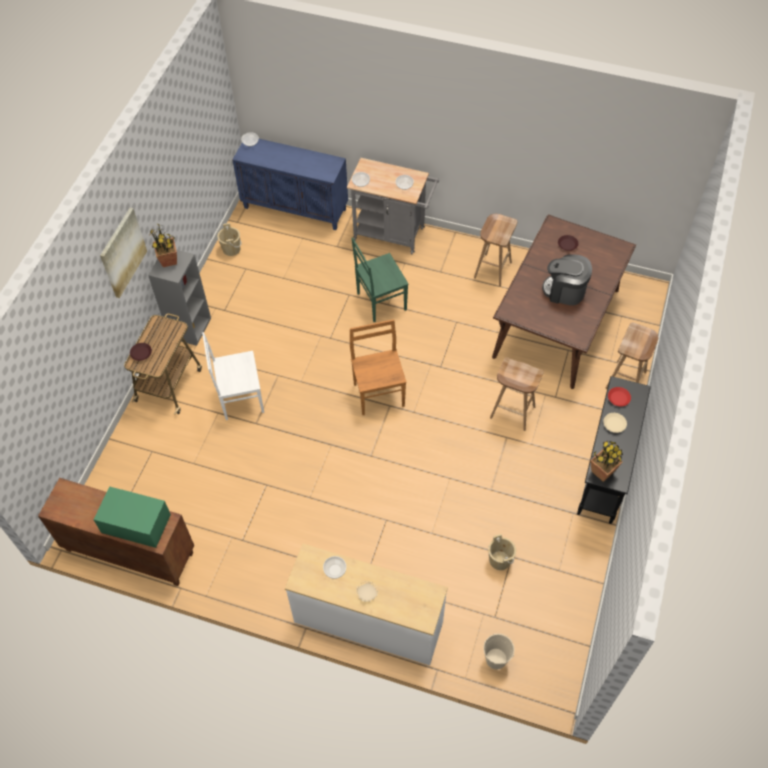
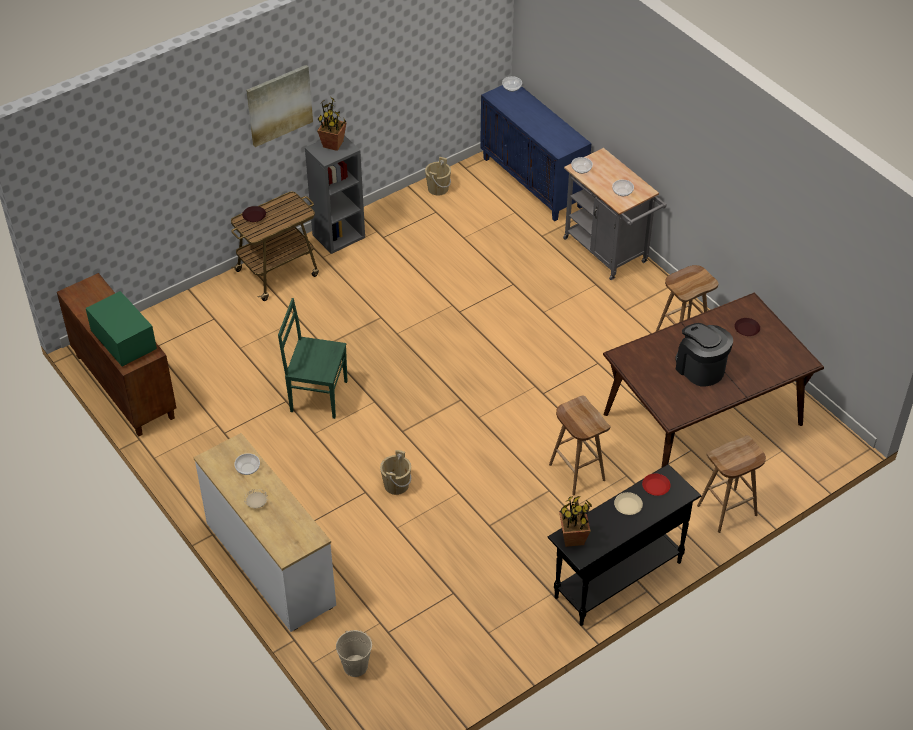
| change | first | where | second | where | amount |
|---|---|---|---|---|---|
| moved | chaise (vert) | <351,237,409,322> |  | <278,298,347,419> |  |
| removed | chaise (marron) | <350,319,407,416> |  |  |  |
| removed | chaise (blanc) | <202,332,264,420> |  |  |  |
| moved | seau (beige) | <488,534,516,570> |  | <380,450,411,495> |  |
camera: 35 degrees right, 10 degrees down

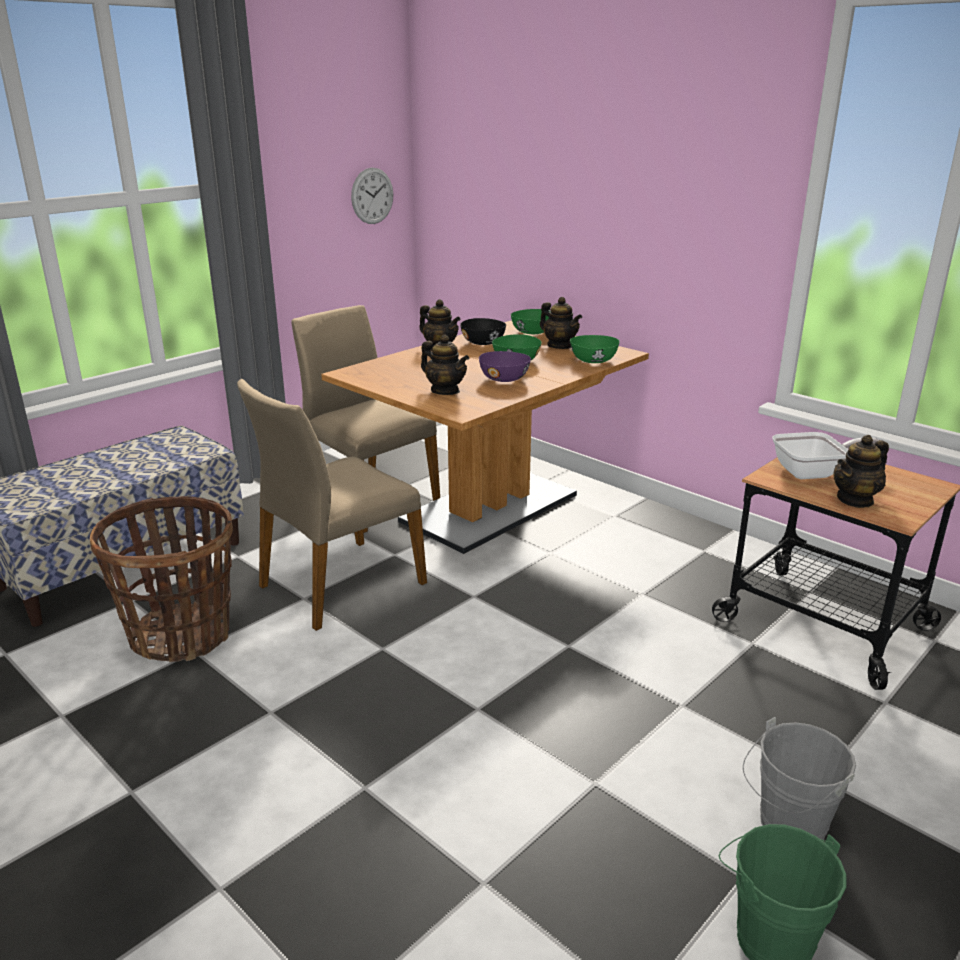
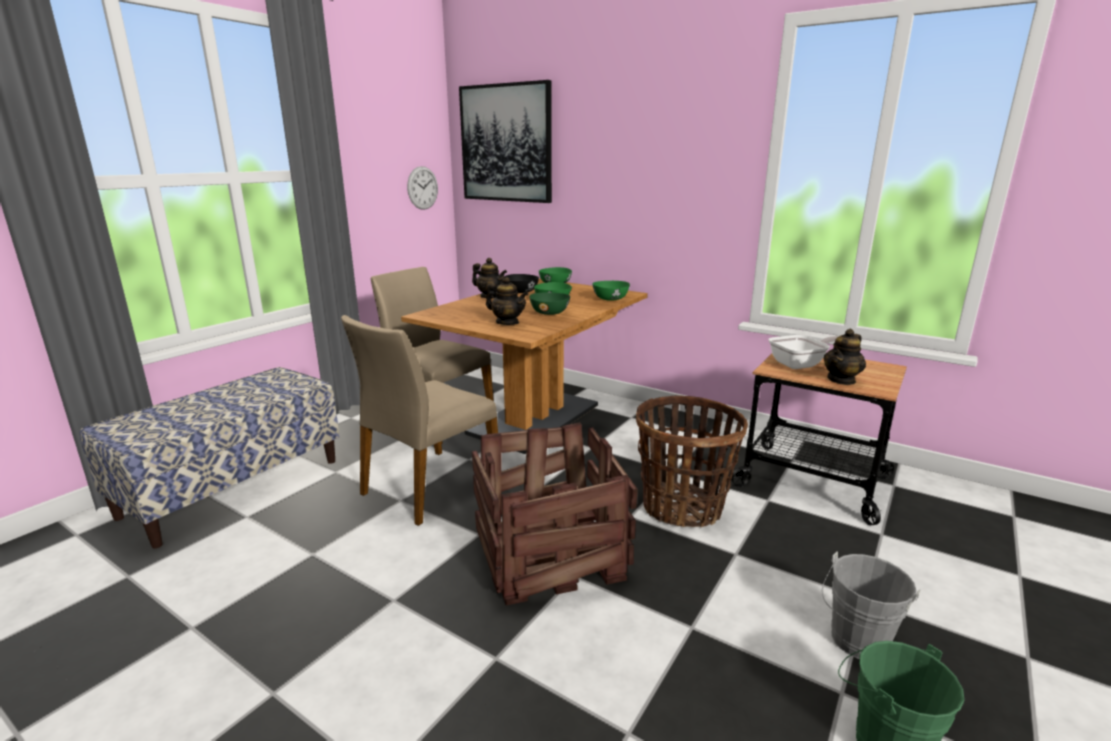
| change | first | where | second | where | amount |
|---|---|---|---|---|---|
| removed | théière | <540,297,582,349> |  |  |  |
| recoloured | bol (violet) | <479,351,531,382> | bol (vert) | <529,292,570,315> |  |
| moved | panier | <90,496,233,662> |  | <636,395,748,527> |  |
| added |  |  | tableau | <459,80,552,203> |  |
| added |  |  | caisse | <472,422,638,605> |  |
camera: 10 degrees left, 5 degrees down

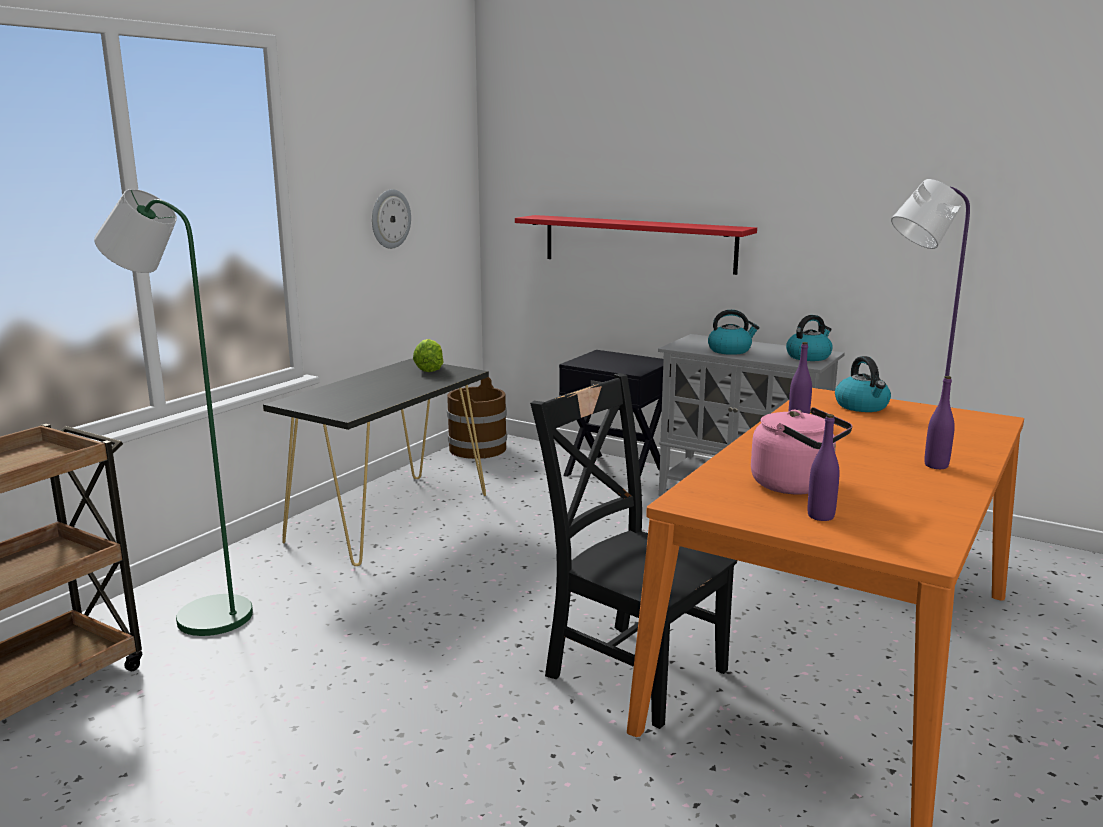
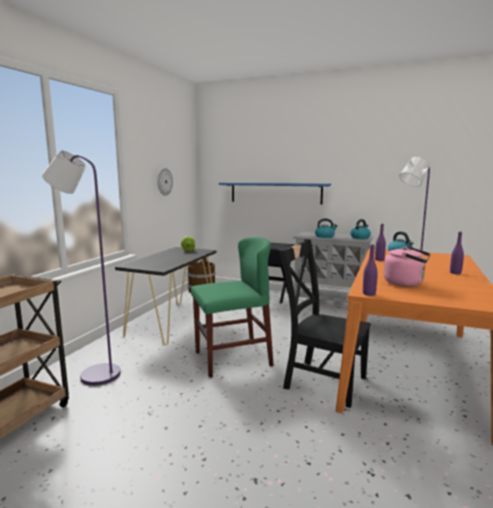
| change | first | where | second | where | amount |
|---|---|---|---|---|---|
| recoloured | lampadaire (vert) | <94,189,253,636> | lampadaire (violet) | <42,150,121,386> |  |
| recoloured | étagère (rouge) | <515,215,757,275> | étagère (bleu) | <219,182,331,205> |  |
| moved | bouteille (violet) | <808,414,840,521> |  | <363,244,378,296> |  |
| added |  |  | chaise (vert) | <191,237,274,378> |  |
camera: 10 degrees left, 5 degrees down

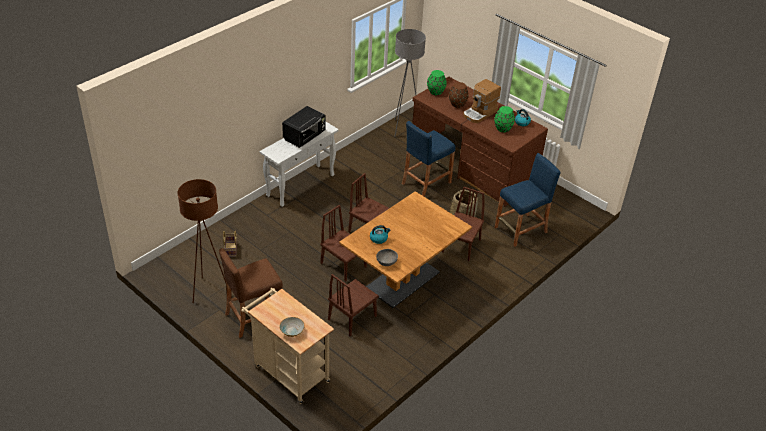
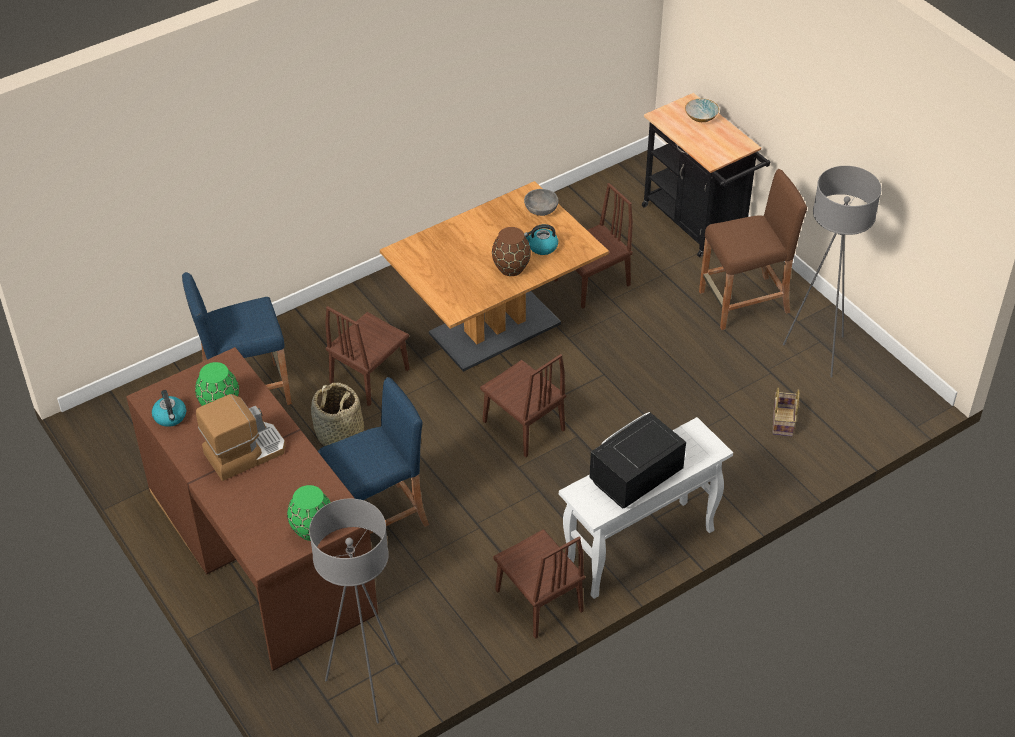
| change | first | where | second | where | amount |
|---|---|---|---|---|---|
| moved | vase (marron) | <449,82,469,108> |  | <492,227,531,276> |  |
| recoloured | lampadaire (marron) | <178,179,226,303> | lampadaire (gris) | <783,166,882,378> |  |
| moved | chaise (marron) | <320,205,367,282> |  | <493,529,585,639> |  |
| recoloured | chariot (beige) | <241,288,334,404> | chariot (noir) | <642,93,770,257> |  |
camera: 165 degrees left, 5 degrees up

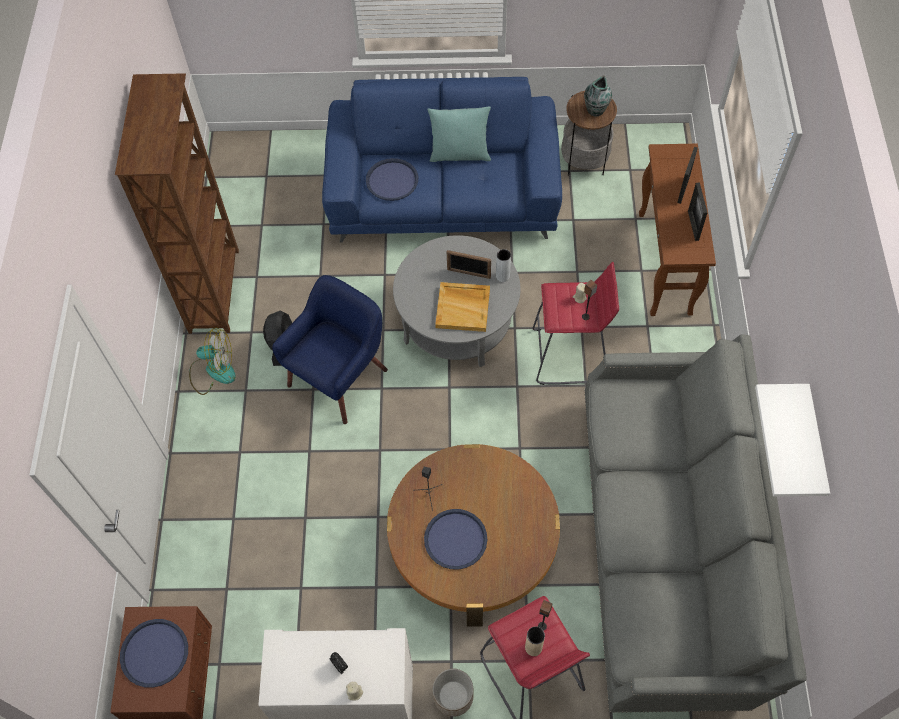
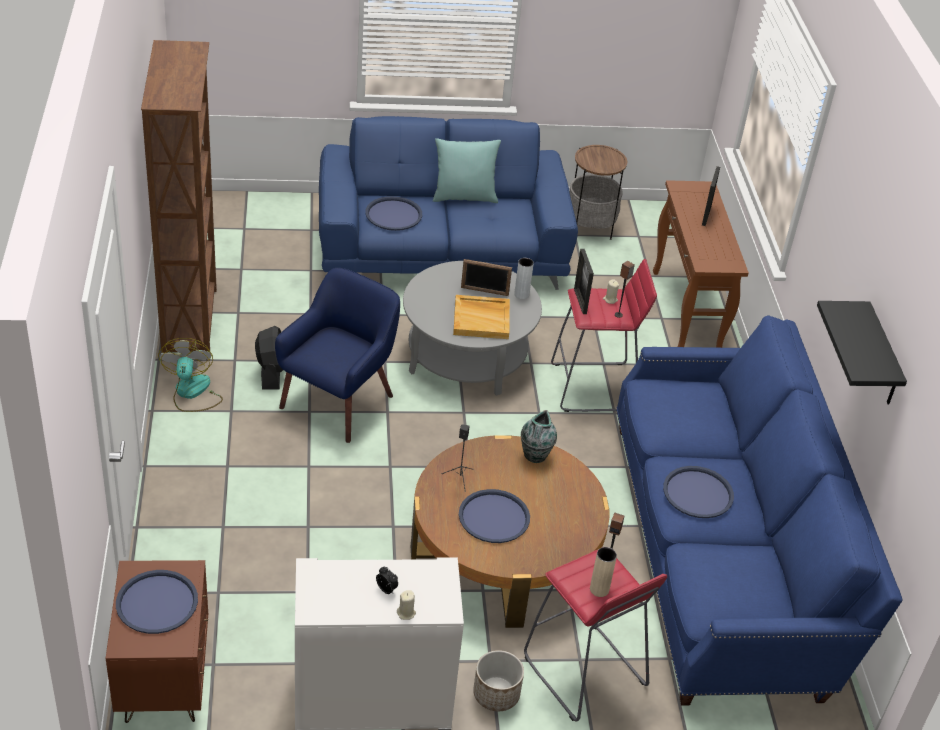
| change | first | where | second | where | amount |
|---|---|---|---|---|---|
| moved | vase | <584,75,612,117> |  | <521,410,557,463> |  |
| moved | cadre photo | <688,182,708,241> |  | <574,249,594,314> |  |
| turned | ventilateur | <189,328,236,395> |  | <158,338,223,412> | 90 degrees counterclockwise |
| recoloured | canapé (gris) | <584,334,807,713> | canapé (bleu) | <616,315,902,706> |  |
| recoloured | étagère (blanc) | <755,384,830,497> | étagère (noir) | <817,301,907,404> |  |
| added |  |  | plateau (bleu) | <663,466,734,518> |  |
camera: 10 degrees left, 20 degrees down

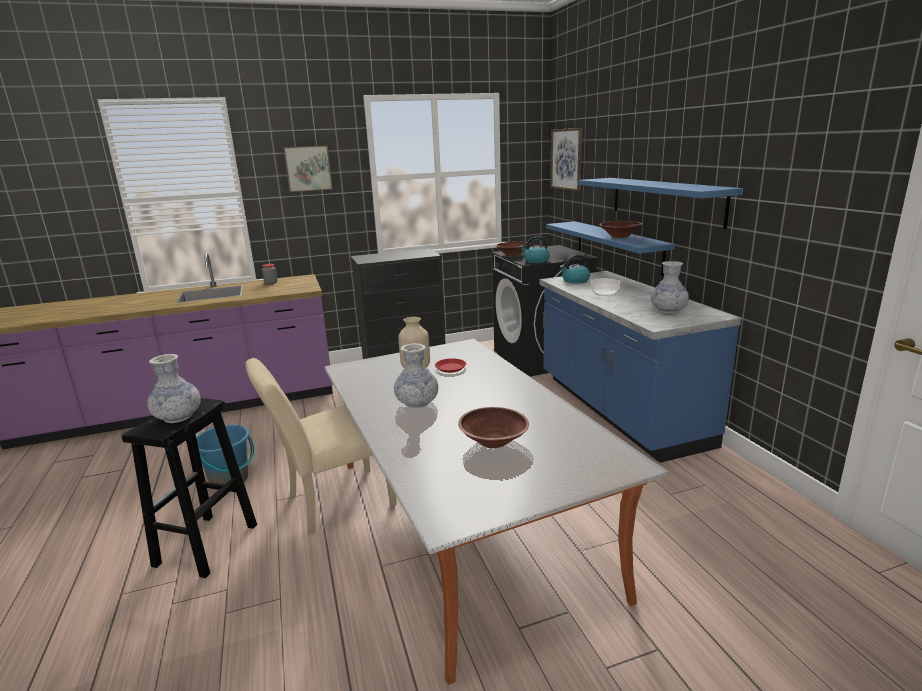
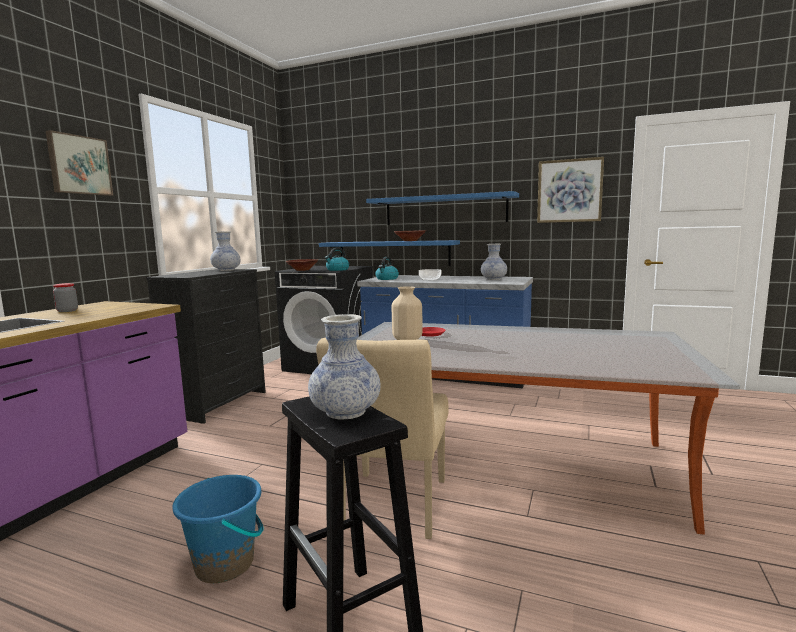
| change | first | where | second | where | amount |
|---|---|---|---|---|---|
| moved | tableau | <550,128,583,191> |  | <537,157,604,223> |  |
| moved | vase | <394,343,438,408> |  | <210,231,240,271> |  |
| removed | bol (marron) | <458,407,529,448> |  |  |  |
camera: 50 degrees left, 10 degrees down

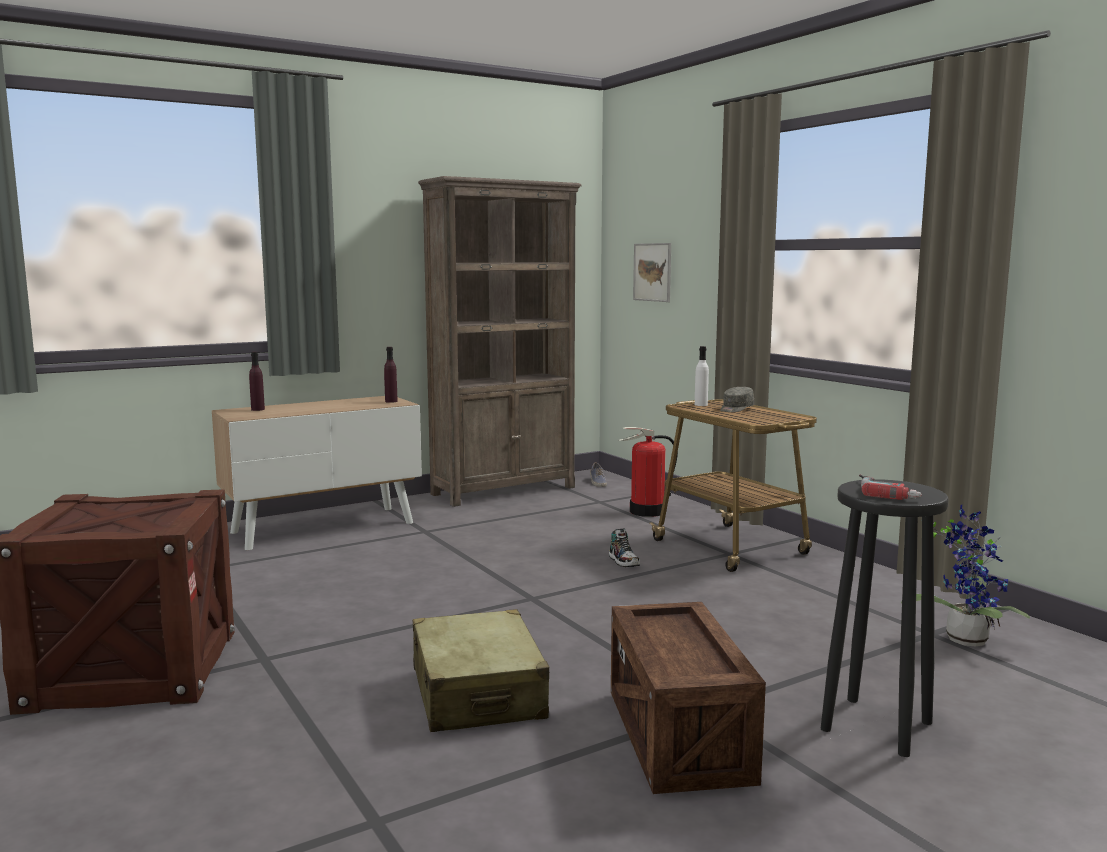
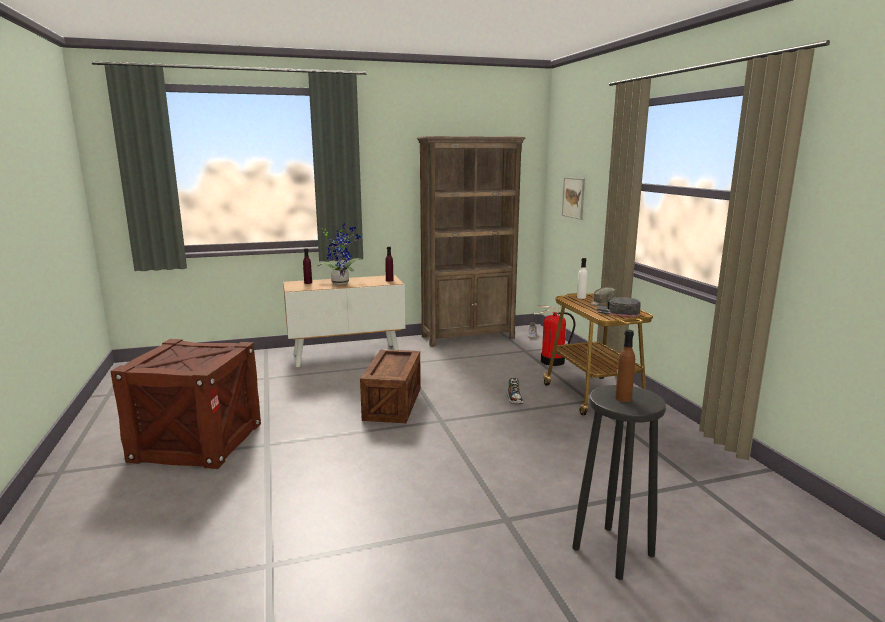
| change | first | where | second | where | amount |
|---|---|---|---|---|---|
| replaced | perceuse | <859,474,922,500> | bouteille (marron) | <615,330,635,402> |  |
| moved | plante en pot | <901,505,1030,646> |  | <318,223,361,285> |  |
| moved | caisse | <611,602,766,794> |  | <360,349,421,423> |  |
| removed | valise (beige) | <413,609,549,732> |  |  |  |
| added |  |  | casquette (noir) | <597,297,641,317> |  |
camera: 15 degrees right, 5 degrees up

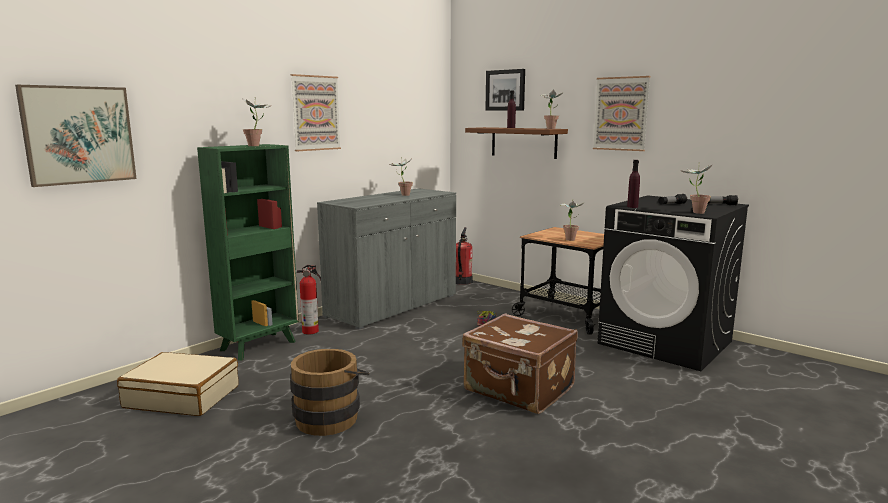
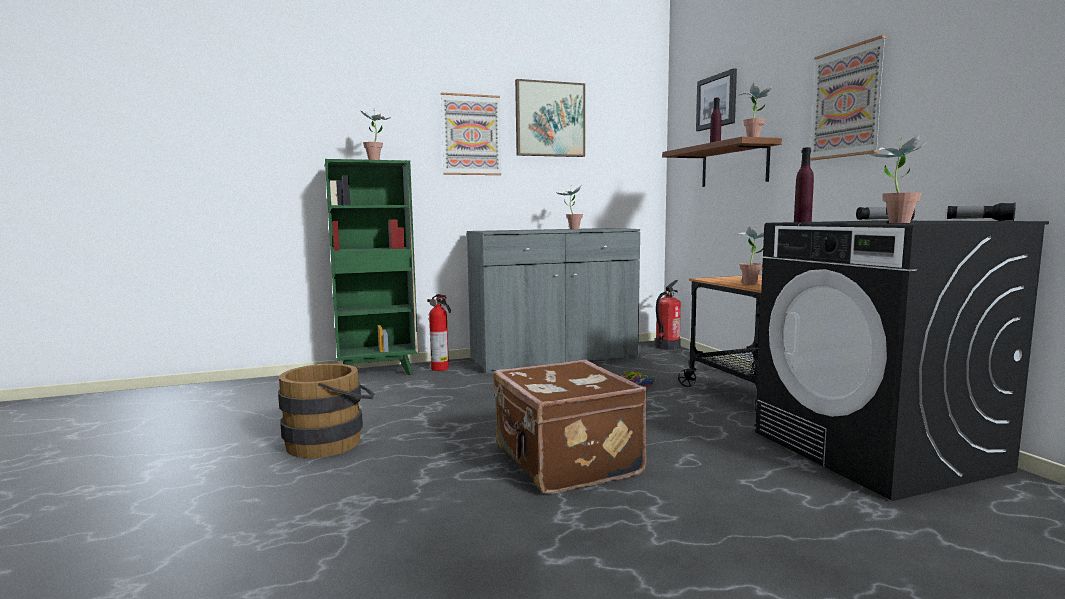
| change | first | where | second | where | amount |
|---|---|---|---|---|---|
| moved | tableau | <15,85,137,187> |  | <515,79,585,157> |  |
| removed | valise (beige) | <117,352,239,416> |  |  |  |
camera: 30 degrees right, 5 degrees down

